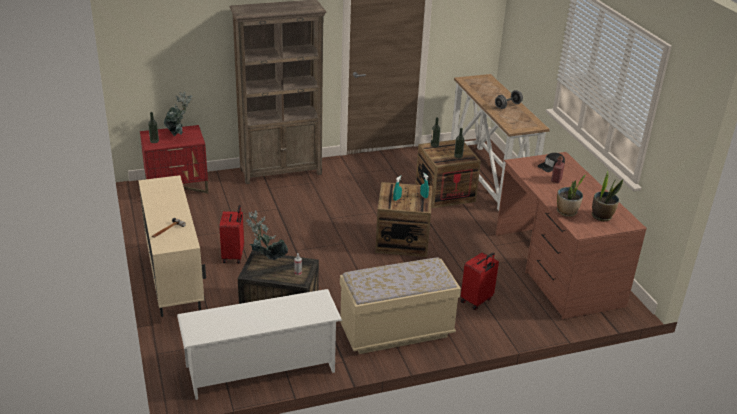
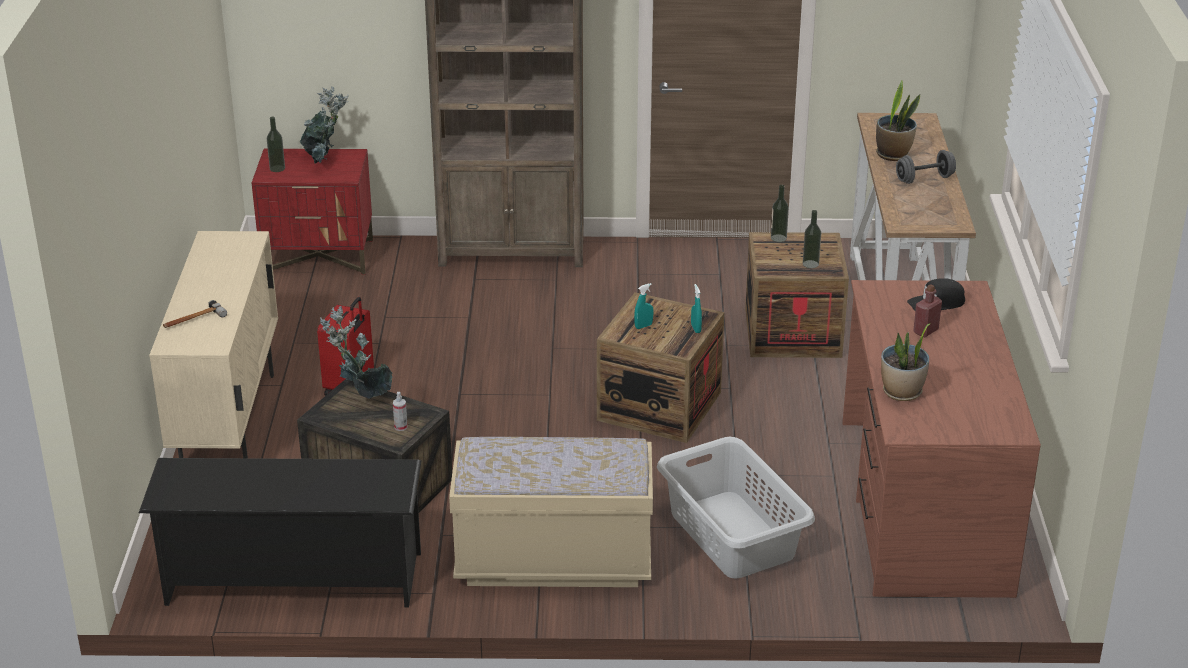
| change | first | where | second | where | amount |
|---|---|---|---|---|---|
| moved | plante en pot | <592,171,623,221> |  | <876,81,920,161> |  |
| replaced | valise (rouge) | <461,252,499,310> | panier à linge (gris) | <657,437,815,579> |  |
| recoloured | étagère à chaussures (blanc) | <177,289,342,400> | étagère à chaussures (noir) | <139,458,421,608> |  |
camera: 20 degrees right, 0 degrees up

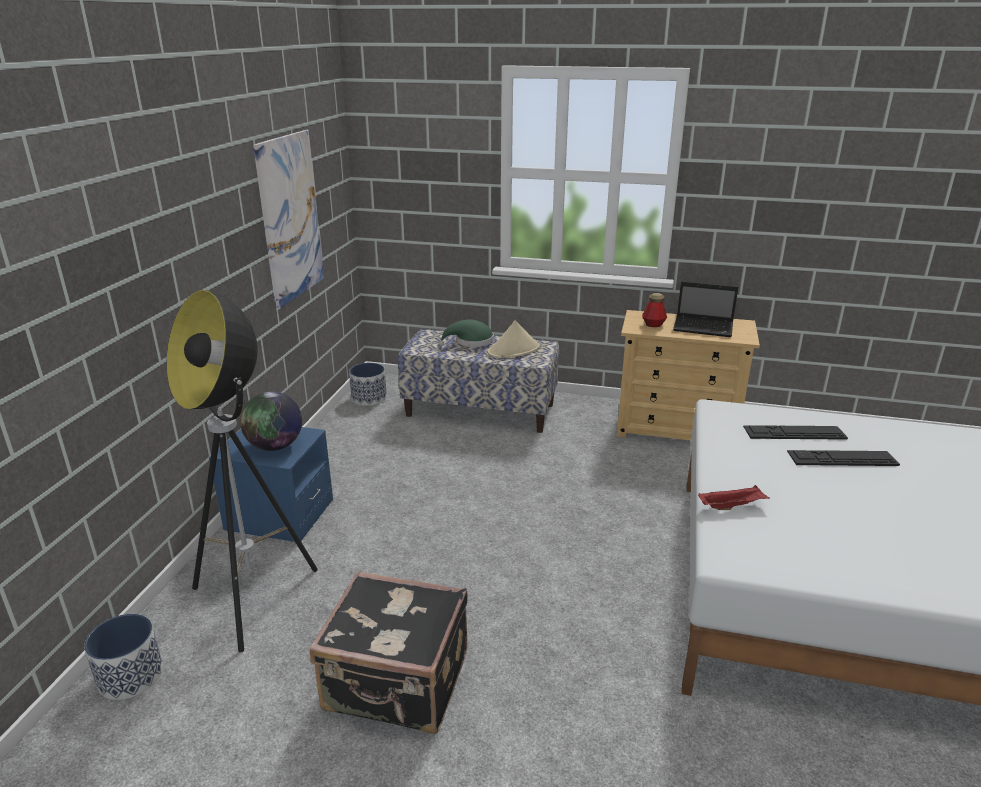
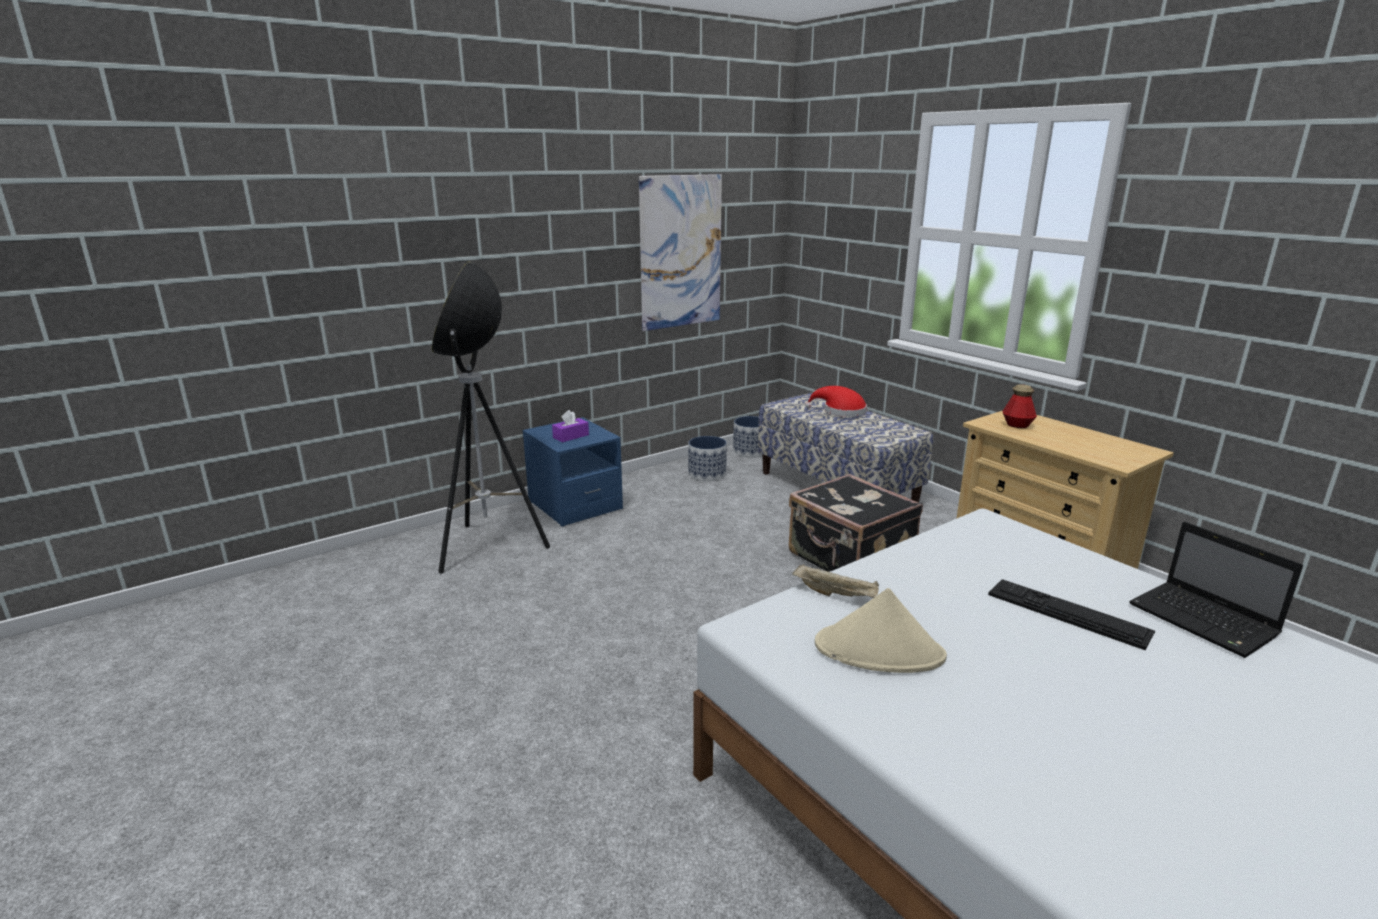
| change | first | where | second | where | amount |
|---|---|---|---|---|---|
| moved | ordinateur portable | <673,281,738,337> |  | <1129,522,1303,658> |  |
| recoloured | chapeau (vert) | <439,319,494,347> | chapeau (rouge) | <805,386,867,417> |  |
| moved | chapeau (beige) | <488,320,540,358> |  | <815,588,947,673> |  |
| replaced | globe | <240,391,302,451> | boîte à mouchoirs (violet) | <552,410,589,442> |  |
| removed | clavier | <743,425,848,440> |  |  |  |
| recoloured | plateau (rouge) | <698,485,770,510> | plateau (beige) | <792,564,879,598> |  |
| moved | valise (noir) | <310,571,468,734> |  | <789,474,923,572> |  |
| moved | cache-pot | <84,614,163,700> |  | <688,436,727,481> |  |
camera: 40 degrees right, 5 degrees down

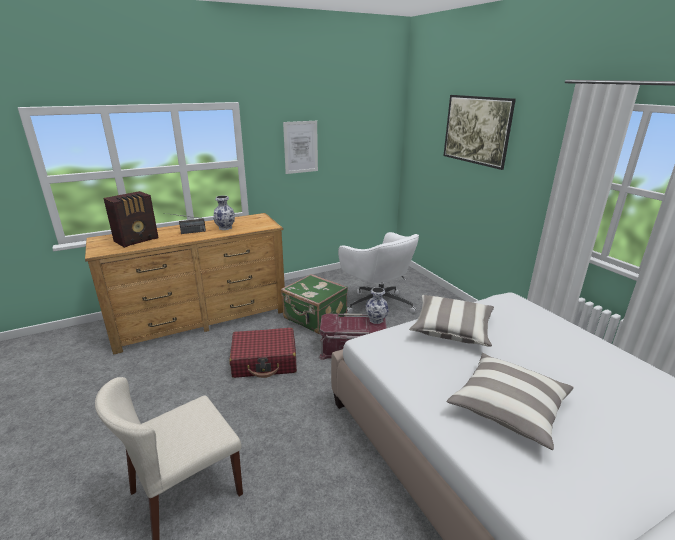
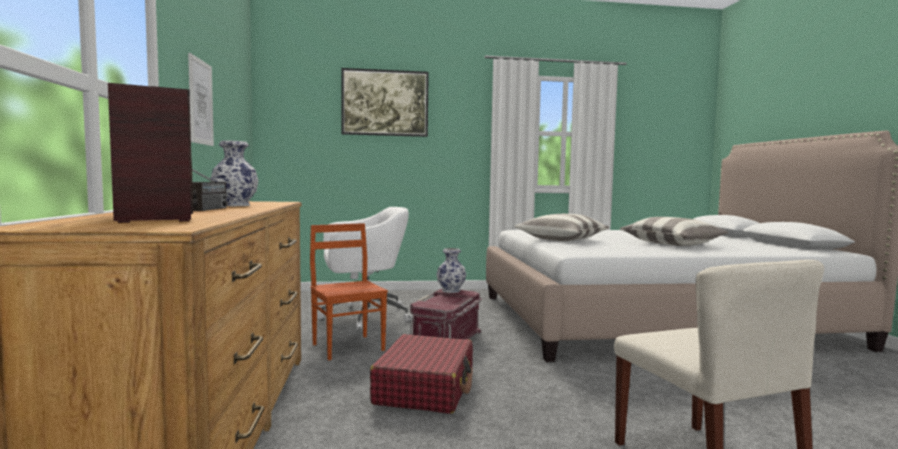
| change | first | where | second | where | amount |
|---|---|---|---|---|---|
| replaced | valise (vert) | <281,274,348,334> | chaise (marron) | <310,223,388,360> |  |
camera: 70 degrees left, 20 degrees down

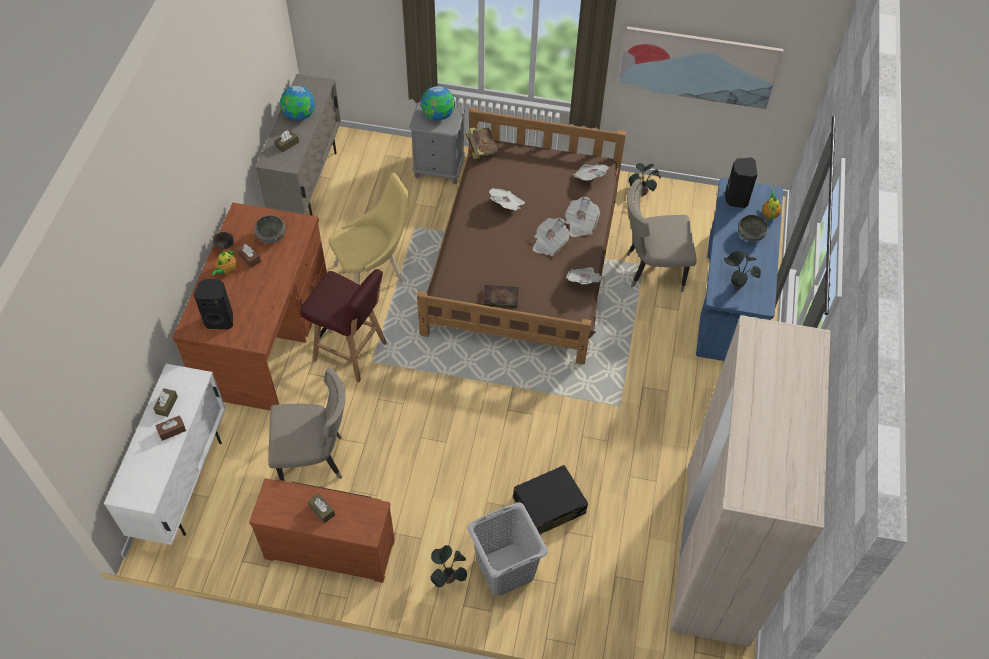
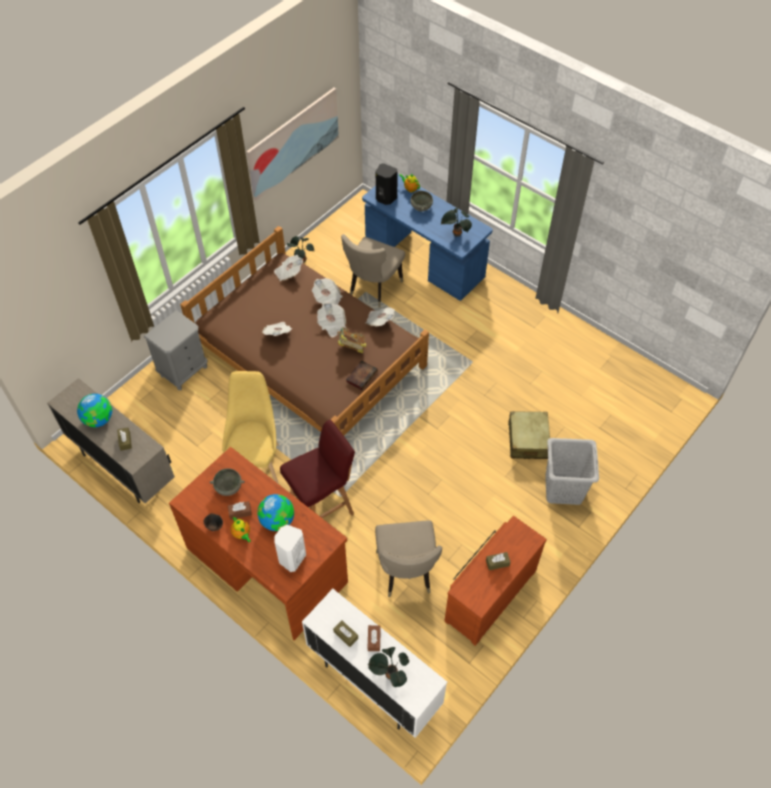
| change | first | where | second | where | amount |
|---|---|---|---|---|---|
| moved | globe | <421,86,455,120> |  | <257,494,294,531> |  |
| moved | livre | <465,128,498,159> |  | <337,327,366,353> |  |
| recoloured | enceinte (noir) | <194,279,233,329> | enceinte (blanc) | <274,525,306,572> |  |
| removed | armoire (beige) | <670,315,830,647> |  |  |  |
| turned | chaise (beige) | <268,367,346,481> |  | <375,520,442,597> | 150 degrees clockwise |
| recoloured | valise (noir) | <513,465,588,534> | valise (beige) | <508,411,550,459> |  |
| moved | plante en pot | <431,545,467,587> |  | <368,647,409,687> |  |
camera: 60 degrees left, 0 degrees up

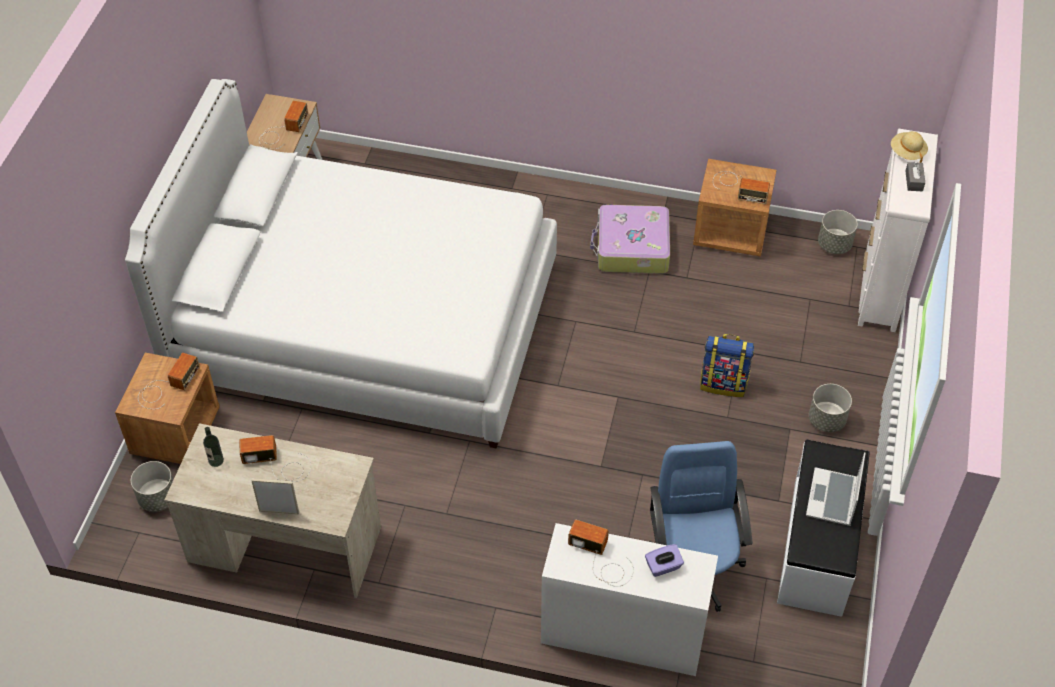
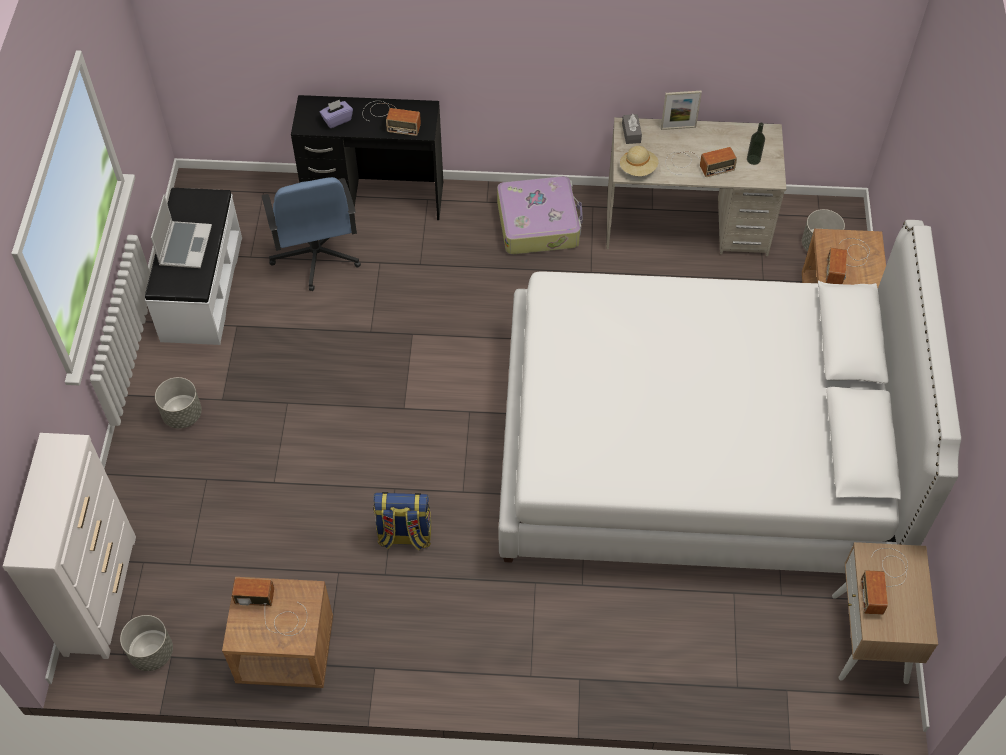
| change | first | where | second | where | amount |
|---|---|---|---|---|---|
| moved | chapeau (beige) | <891,131,928,163> |  | <620,146,658,176> |  |
| moved | boîte à mouchoirs (gris) | <905,162,925,191> |  | <622,114,642,144> |  |
| moved | valise | <590,205,670,274> |  | <497,176,583,255> |  |
| moved | sac à dos | <700,334,754,397> |  | <373,492,431,550> |  |
| recoloured | bureau (blanc) | <541,523,718,676> | bureau (noir) | <291,95,443,220> |  |
camera: 170 degrees right, 5 degrees up

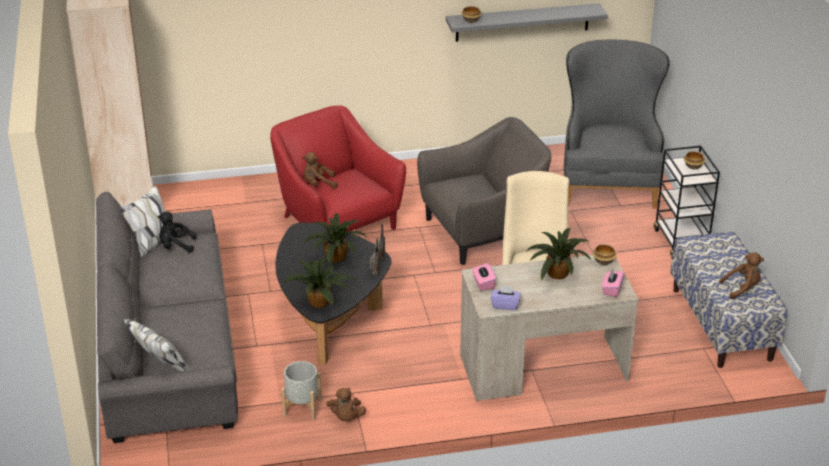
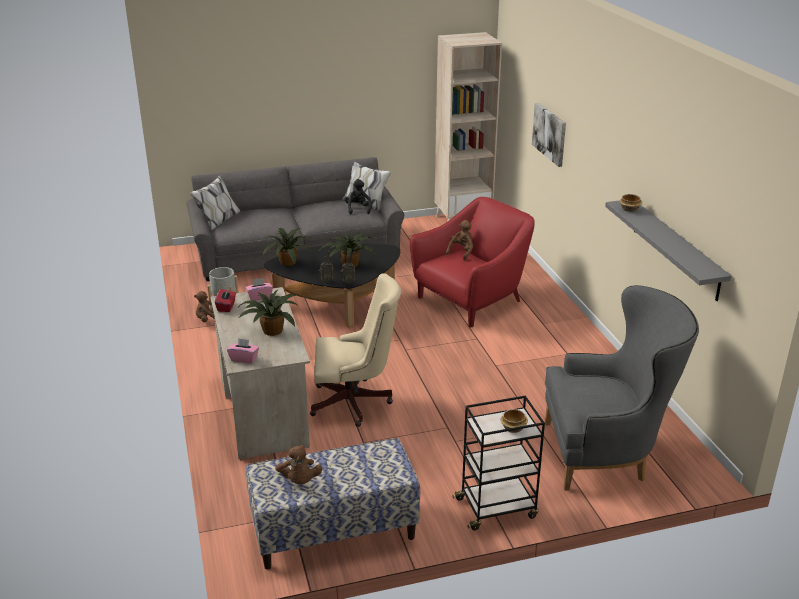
| change | first | where | second | where | amount |
|---|---|---|---|---|---|
| removed | fauteuil (gris) | <417,117,551,265> |  |  |  |
| turned | peluche (marron) | <302,152,337,188> |  | <446,220,473,260> | 45 degrees clockwise |
| removed | bol | <592,244,617,265> |  |  |  |
| recoloured | boîte à mouchoirs (violet) | <491,285,521,310> | boîte à mouchoirs (rouge) | <215,288,236,312> |  |
| added |  |  | tableau | <532,103,566,167> |  |
camera: 85 degrees right, 5 degrees down

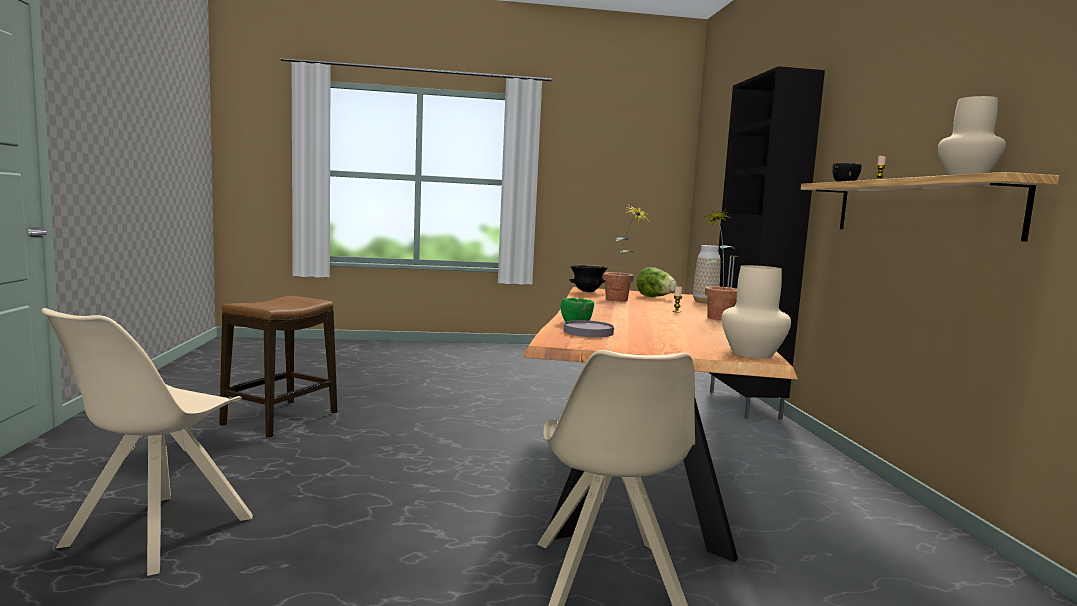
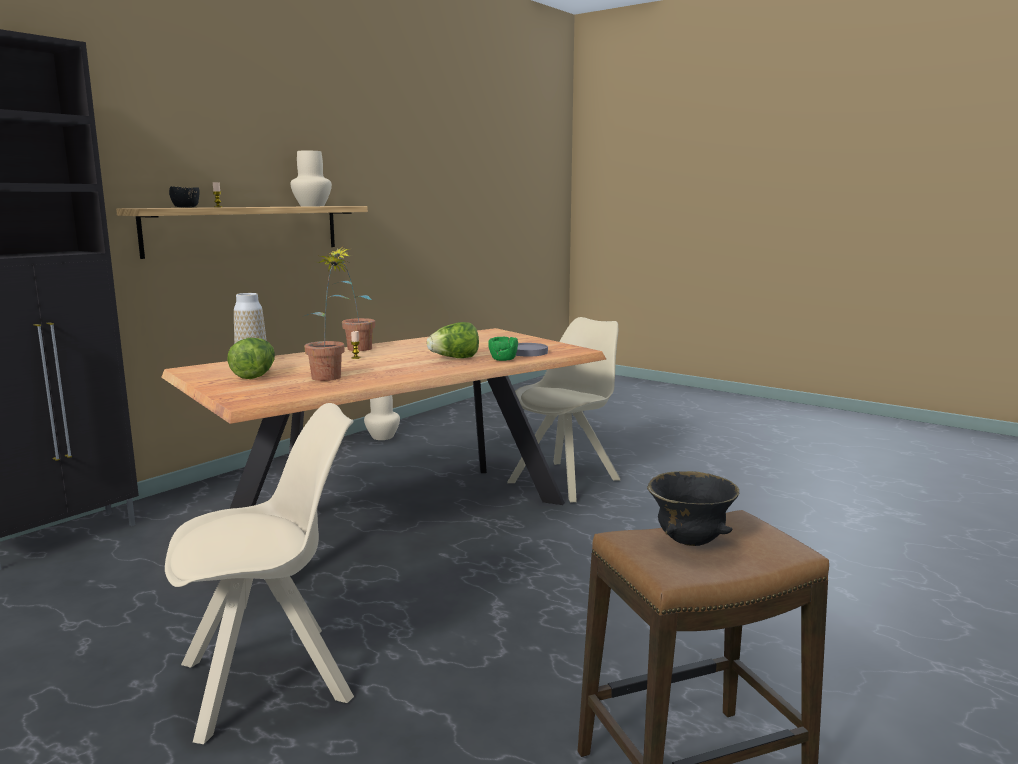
| change | first | where | second | where | amount |
|---|---|---|---|---|---|
| moved | bol (noir) | <569,265,608,292> |  | <647,471,739,546> |  |
| moved | vase (beige) | <722,265,791,358> |  | <364,395,400,440> |  |
| moved | chaise (beige) | <41,308,253,576> |  | <165,403,354,744> |  |
| added |  |  | laitue | <427,322,479,358> |  |
camera: 135 degrees left, 5 degrees up

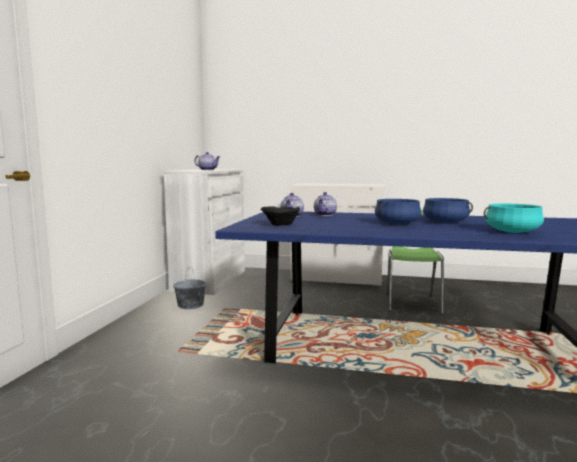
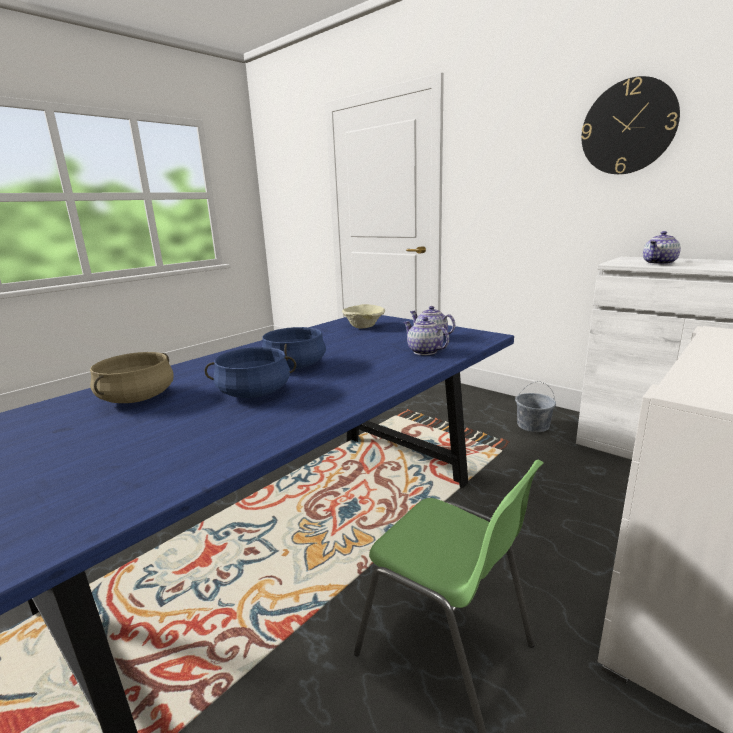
| change | first | where | second | where | amount |
|---|---|---|---|---|---|
| recoloured | marmite (turquoise) | <484,204,544,233> | marmite (beige) | <90,352,174,403> |  |
| recoloured | bol (noir) | <261,206,300,226> | bol (beige) | <342,304,385,329> |  |
| added |  |  | horloge murale | <581,76,680,174> |  |
camera: 120 degrees right, 10 degrees up

